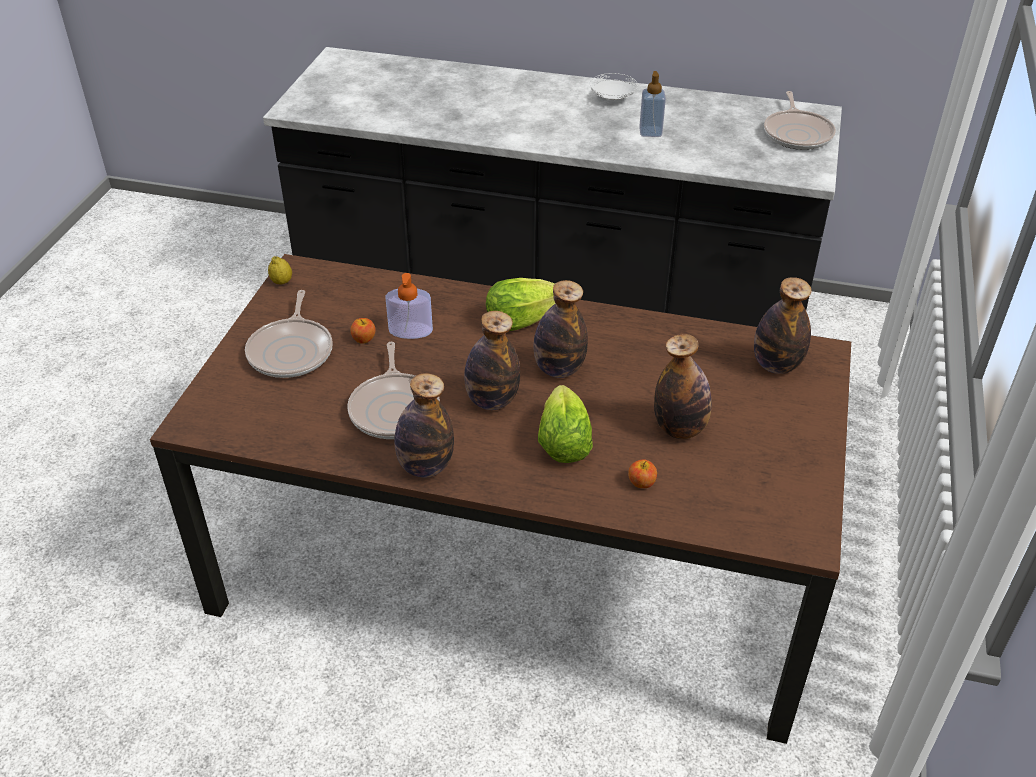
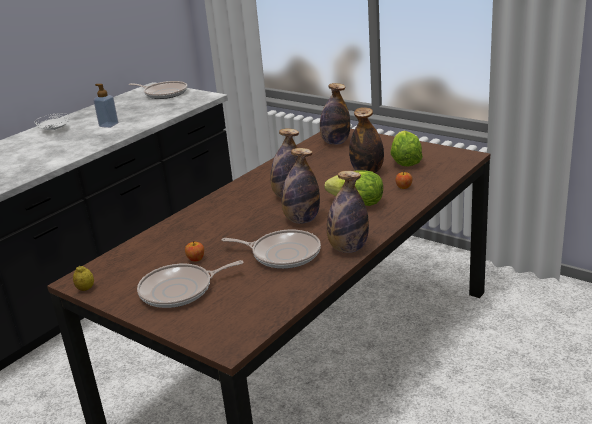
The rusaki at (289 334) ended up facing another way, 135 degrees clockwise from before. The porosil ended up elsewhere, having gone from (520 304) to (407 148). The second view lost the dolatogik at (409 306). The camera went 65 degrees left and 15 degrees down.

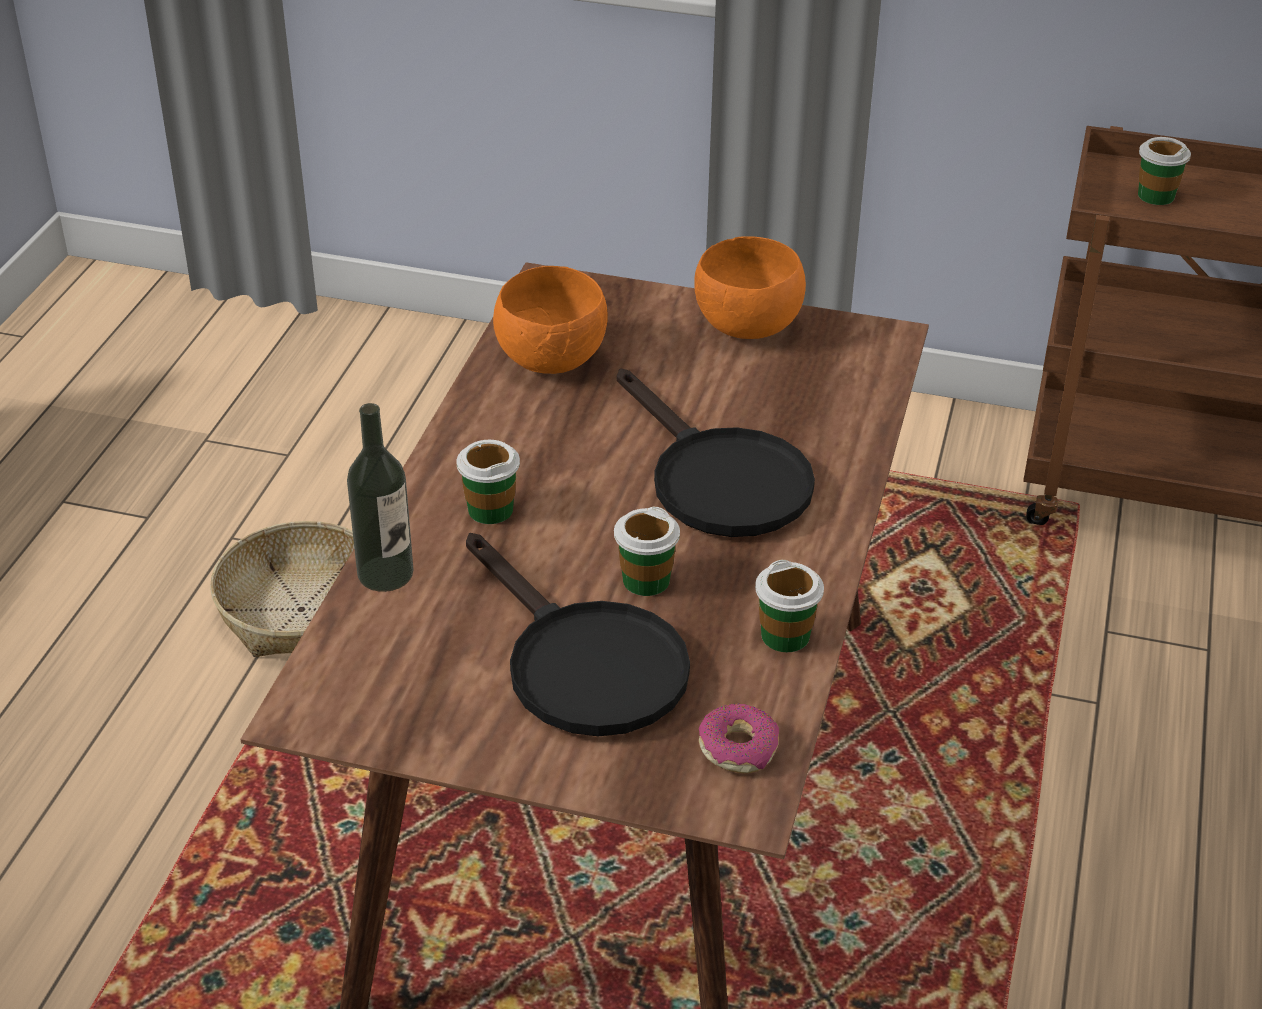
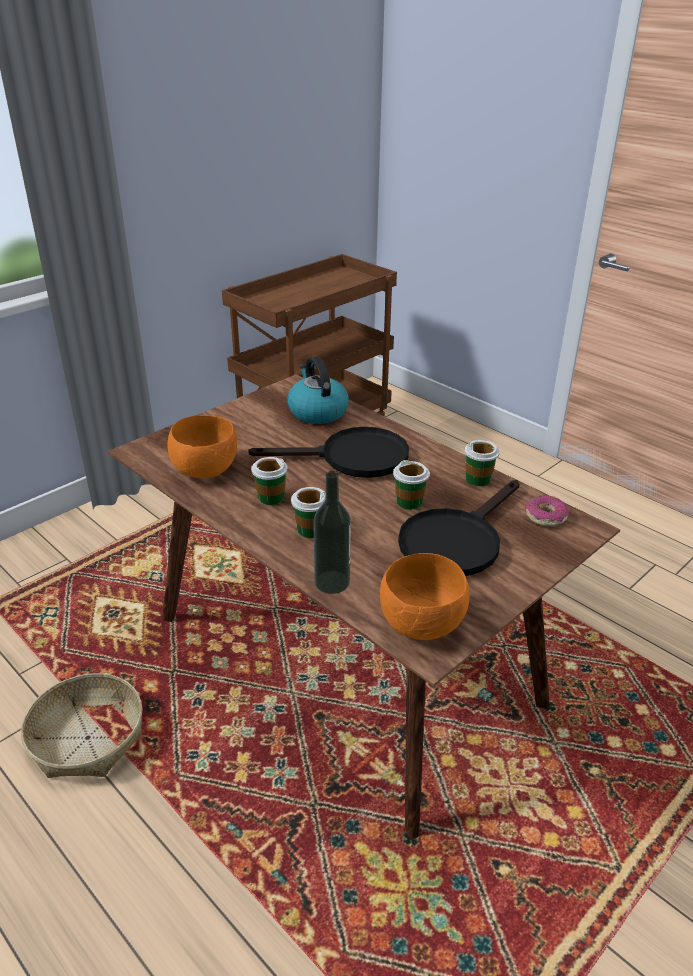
The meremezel ended up elsewhere, having gone from (1164 171) to (269 481). The second view gained the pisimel at (318 390). The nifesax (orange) ended up elsewhere, having gone from (750 287) to (425 596). The rusaki (black) at (578 635) ended up facing another way, 135 degrees clockwise from before. The camera went 60 degrees left and 5 degrees down.

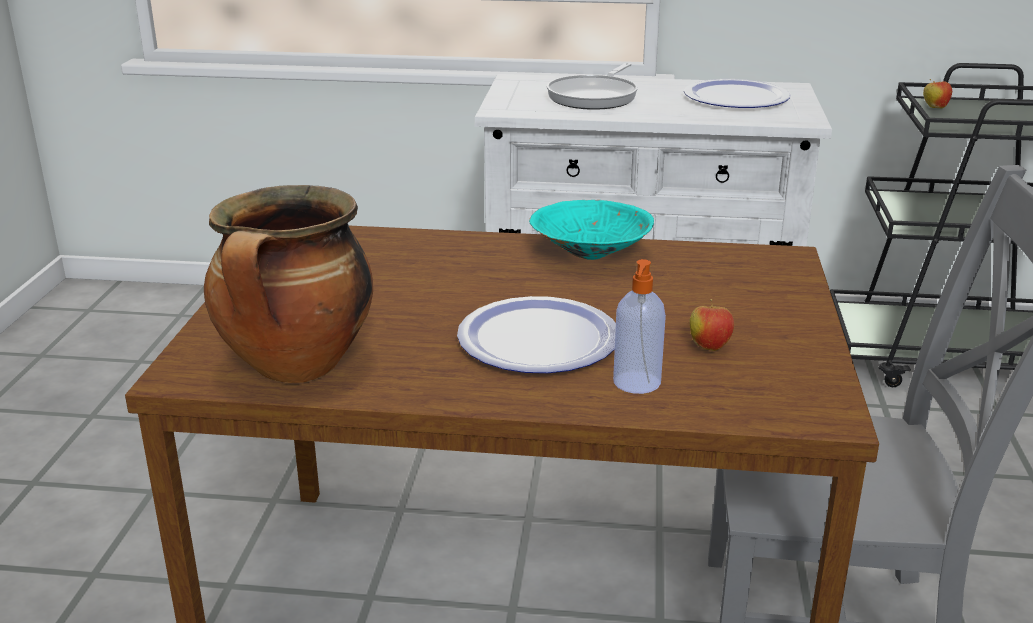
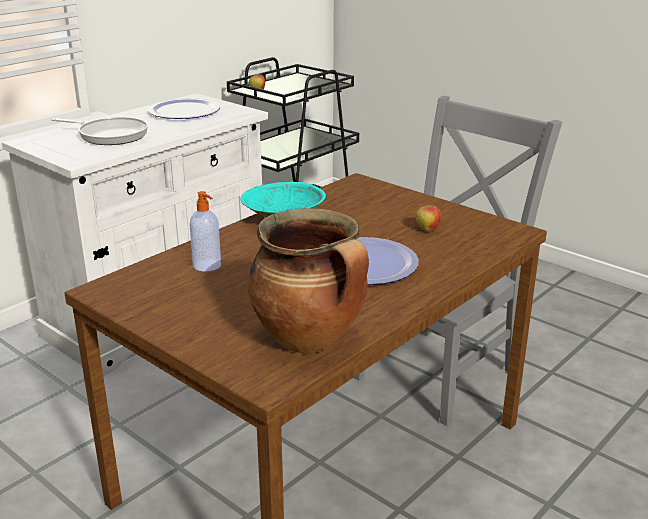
The rusaki at (592 86) ended up facing another way, 45 degrees counterclockwise from before. The dolatogik ended up elsewhere, having gone from (639 326) to (205 231). The camera went 55 degrees left and 0 degrees up.

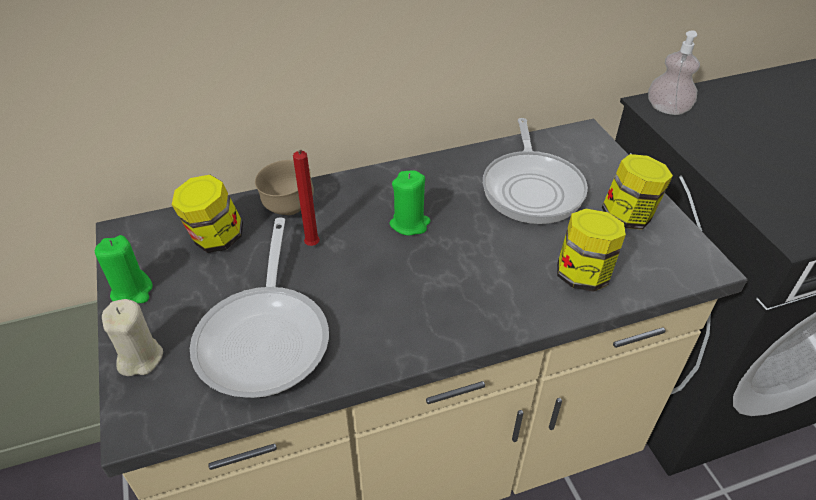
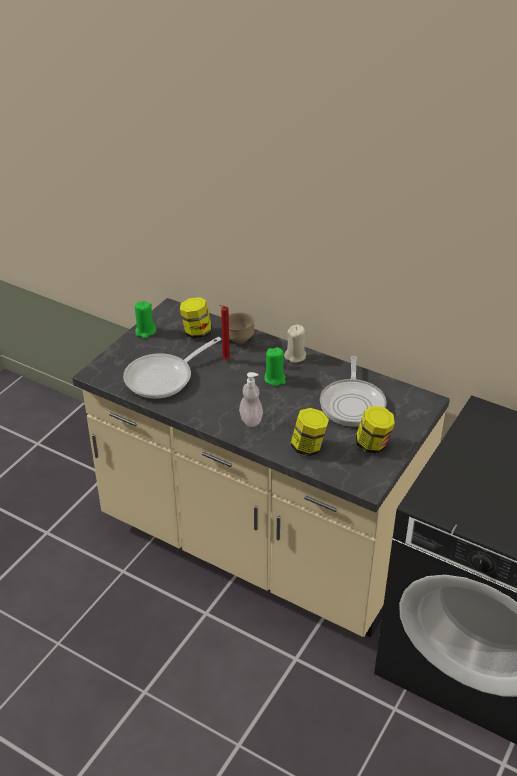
The dolatogik ended up elsewhere, having gone from (674 72) to (251 399). The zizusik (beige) ended up elsewhere, having gone from (132 337) to (295 343). The rusaki at (535 171) ended up facing another way, 45 degrees counterclockwise from before. The camera went 50 degrees right and 5 degrees down.

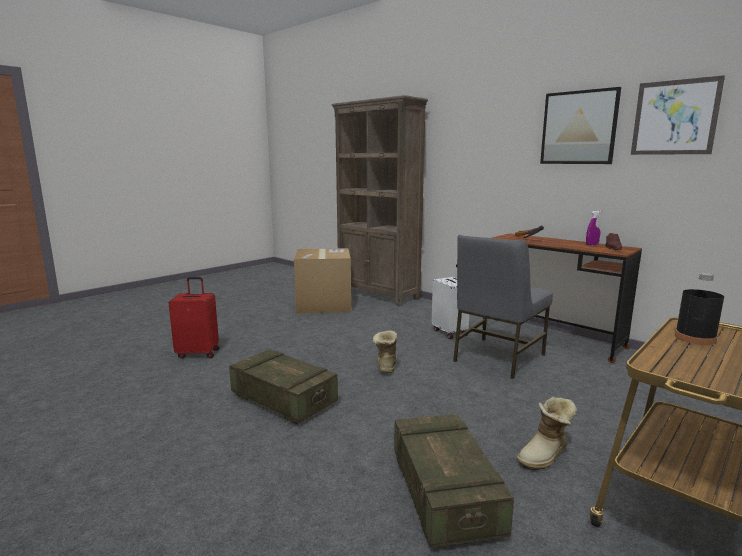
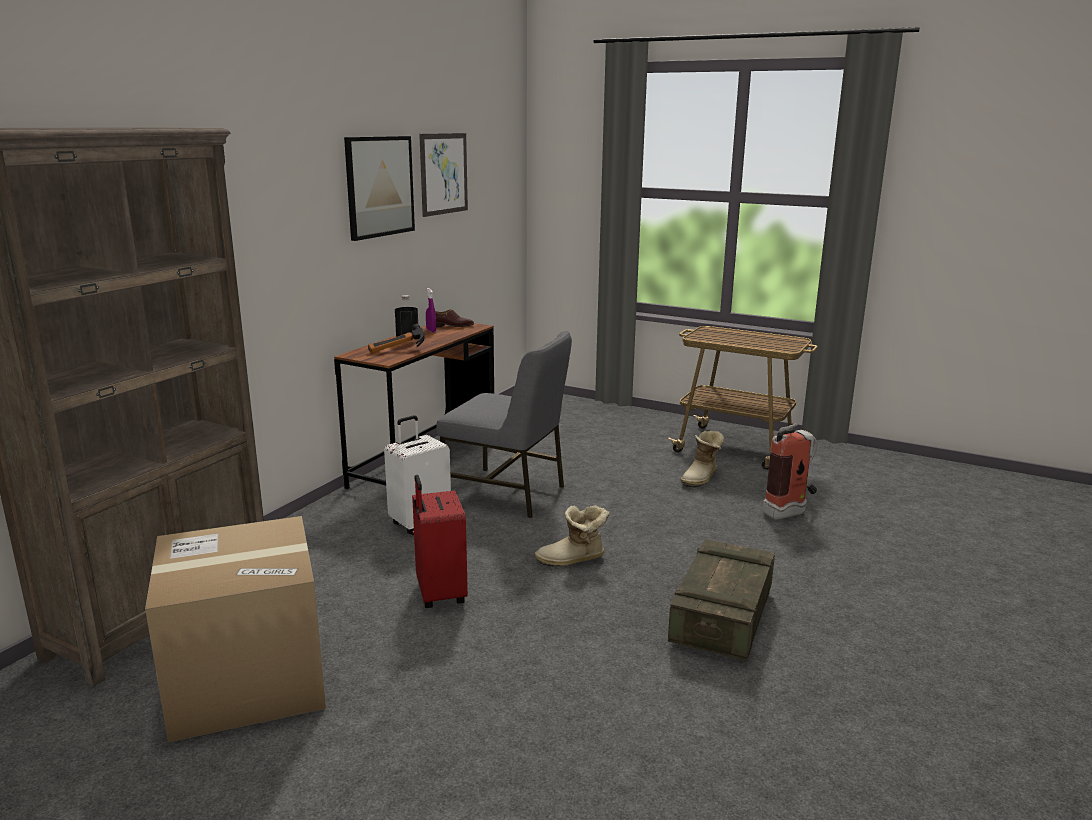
The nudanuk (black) ended up elsewhere, having gone from (699 309) to (407 319). The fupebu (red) ended up elsewhere, having gone from (194 318) to (440 541). The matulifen at (547 433) ended up facing another way, 90 degrees clockwise from before. Where the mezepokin stood at (454 481), the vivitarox came to stand at (789 471). The camera went 105 degrees left and 5 degrees up.

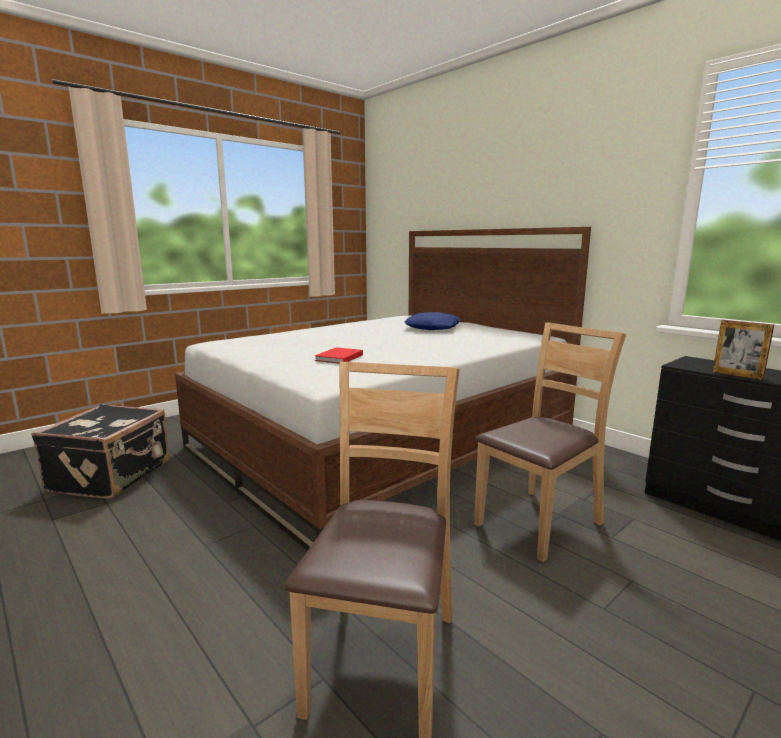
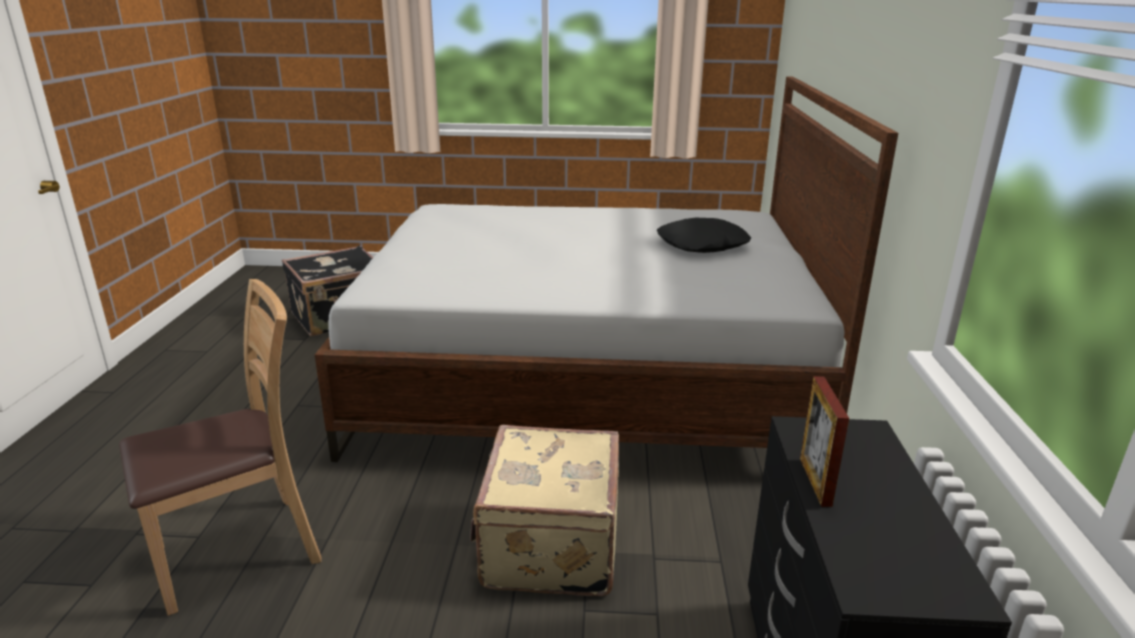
Where the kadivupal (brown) stood at (550 442), the fupebu (beige) came to stand at (544 510). What was the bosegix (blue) at (432 321) turned into the bosegix (black) at (704 235). The second view lost the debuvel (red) at (339 355). The camera went 45 degrees right and 10 degrees up.

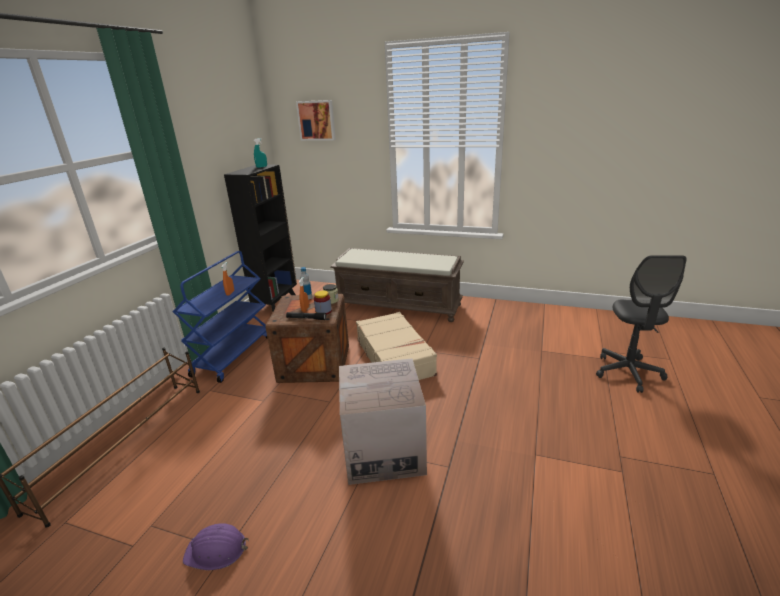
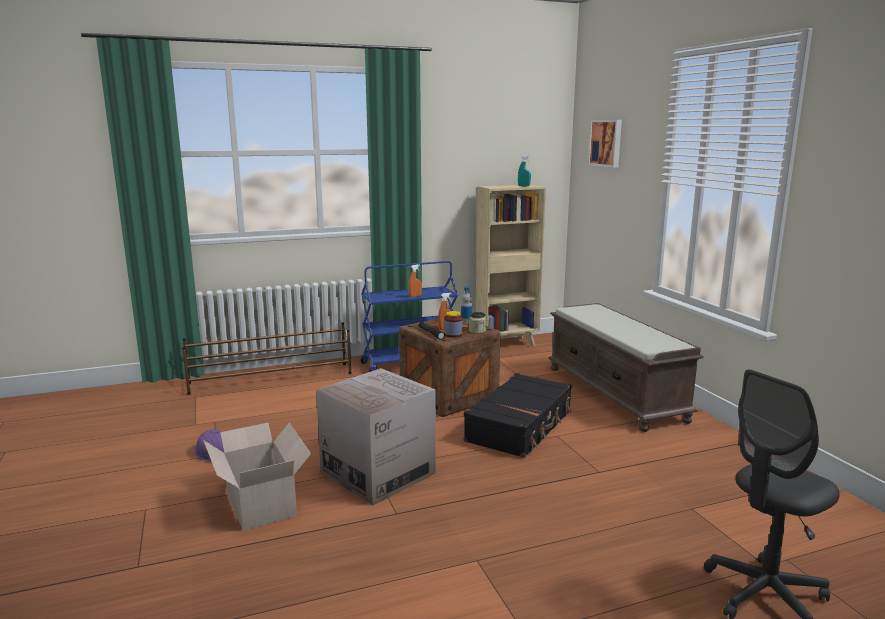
The second view gained the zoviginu at (257 477). What was the fupebu (beige) at (396 346) turned into the fupebu (black) at (517 415). What was the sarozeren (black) at (260 238) turned into the sarozeren (beige) at (511 266). The camera went 50 degrees right and 10 degrees down.

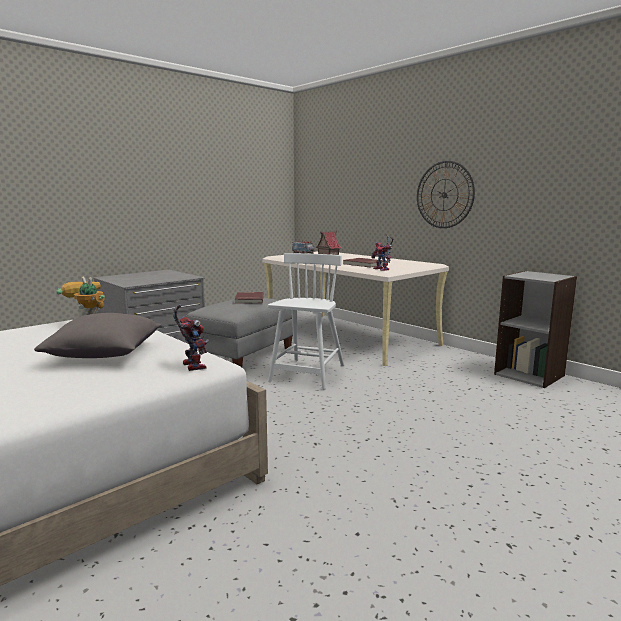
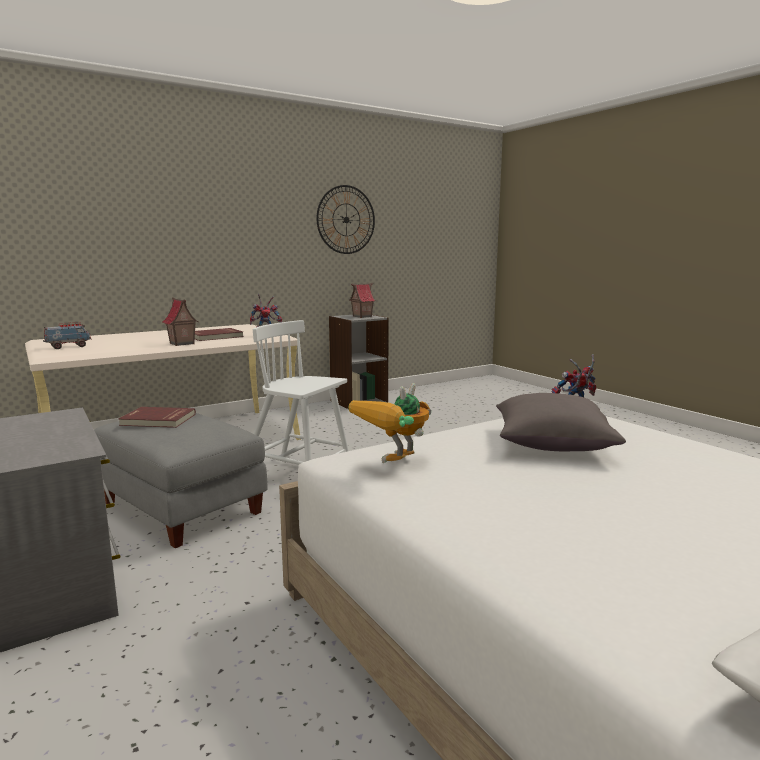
The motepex ended up elsewhere, having gone from (446 194) to (346 219). The second view gained the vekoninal at (362 300). The camera went 80 degrees left and 0 degrees up.

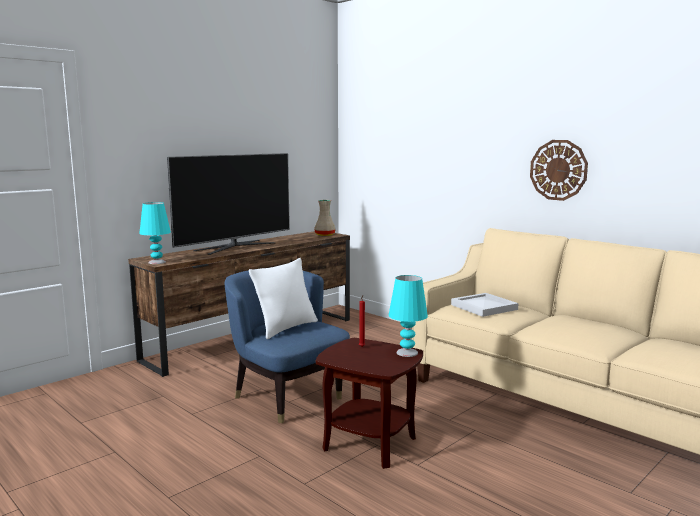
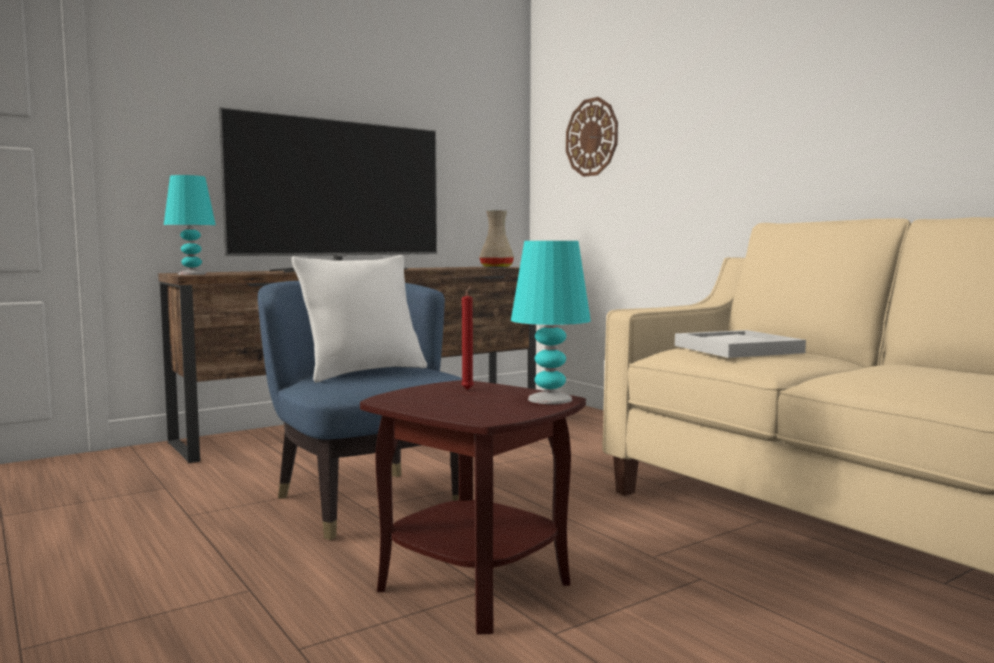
The motepex ended up elsewhere, having gone from (559 170) to (592 137). The camera went 10 degrees right and 5 degrees down.

